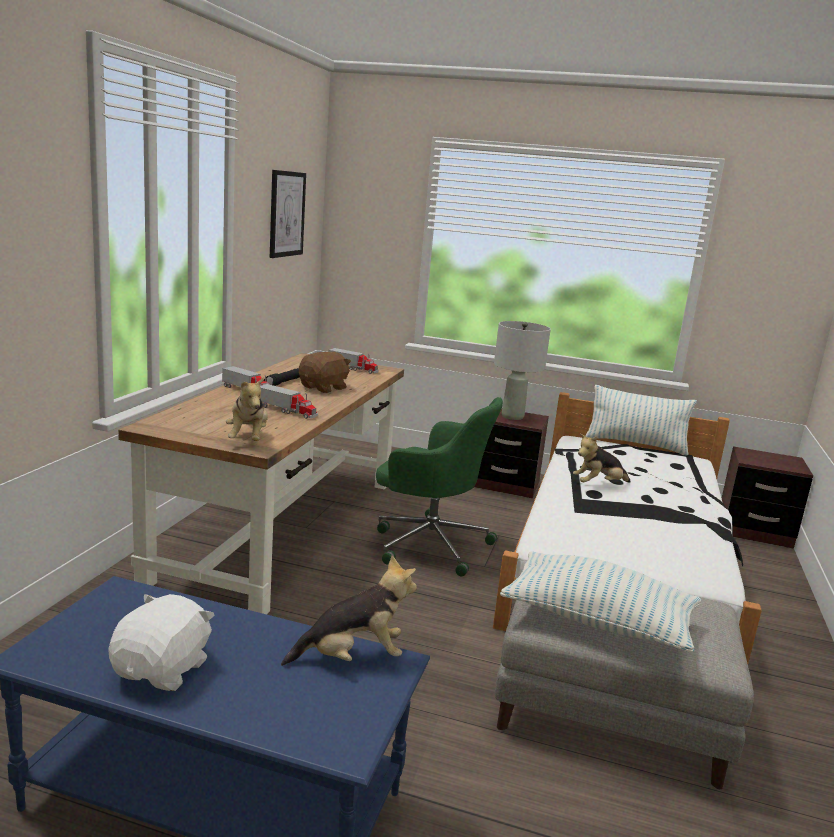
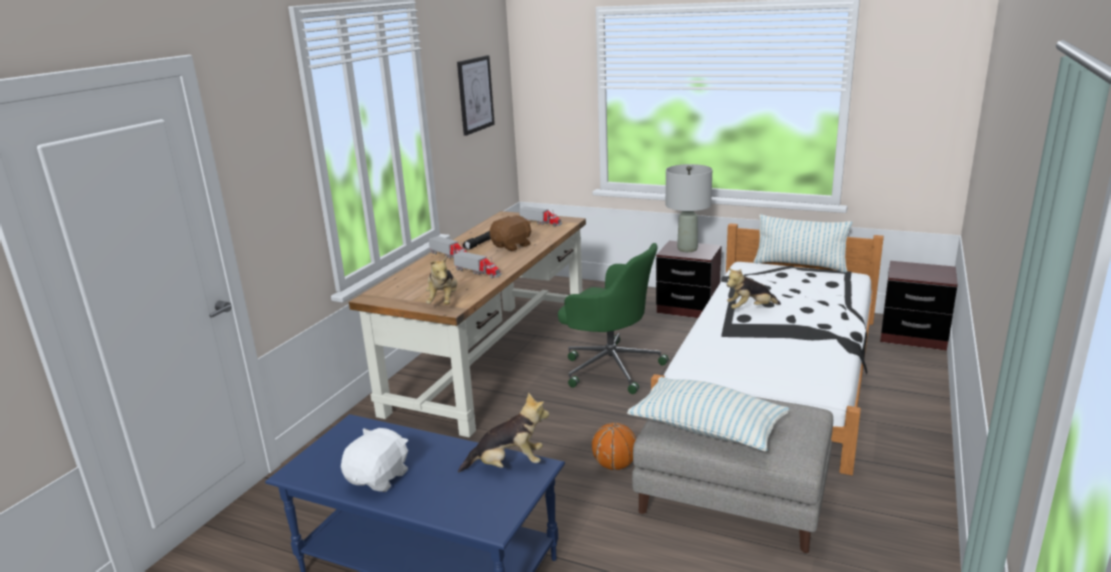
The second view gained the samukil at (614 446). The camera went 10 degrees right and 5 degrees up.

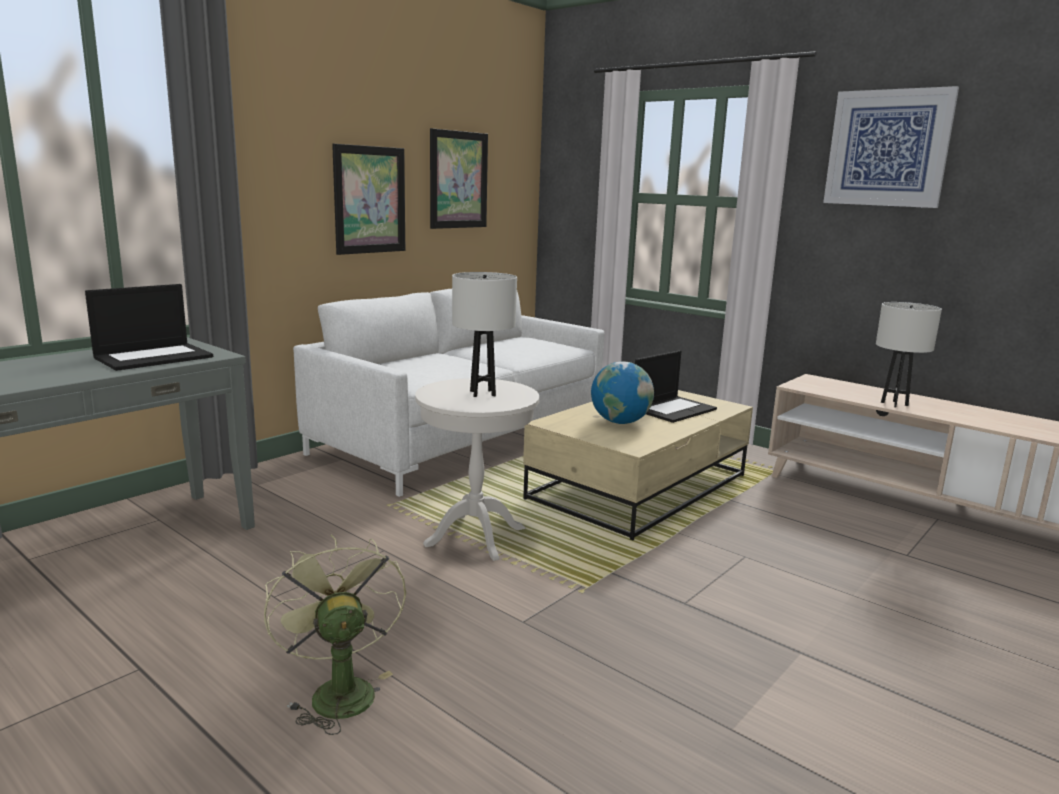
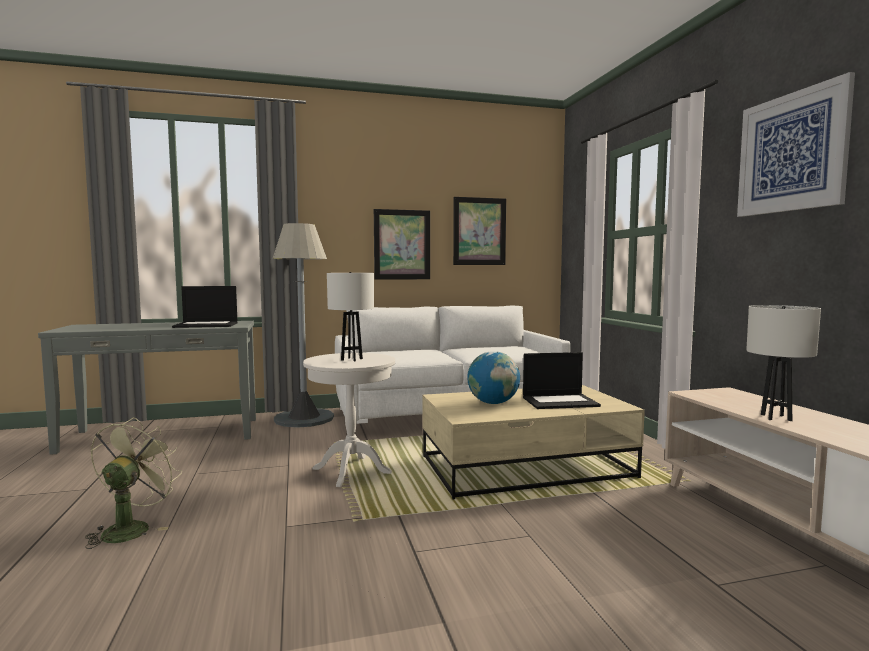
The second view gained the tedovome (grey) at (303 325). The camera went 35 degrees right and 10 degrees down.

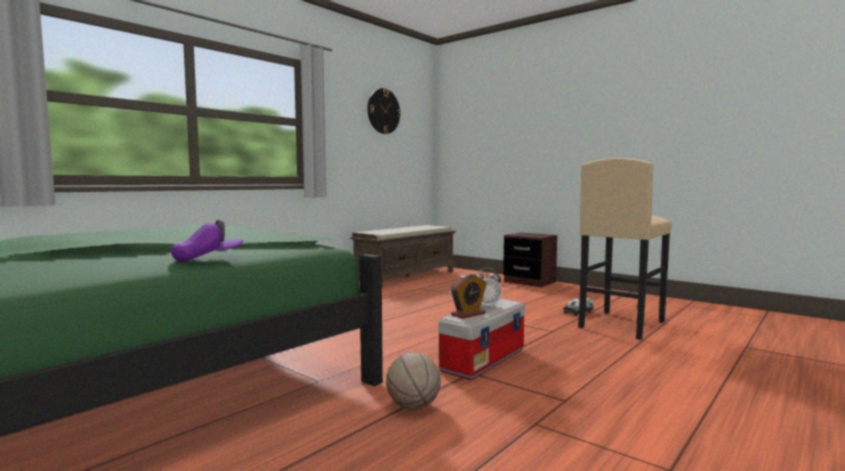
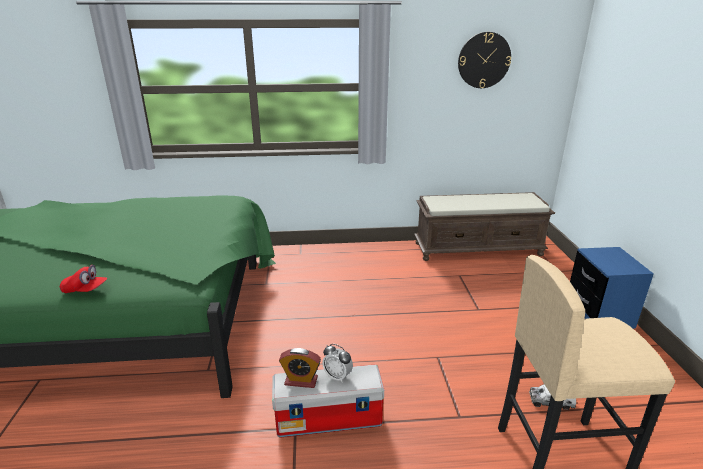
What was the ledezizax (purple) at (207 240) turned into the ledezizax (red) at (83 279). What was the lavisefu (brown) at (530 260) turned into the lavisefu (blue) at (612 288). The second view lost the samukil at (413 381). The camera went 45 degrees right and 20 degrees up.

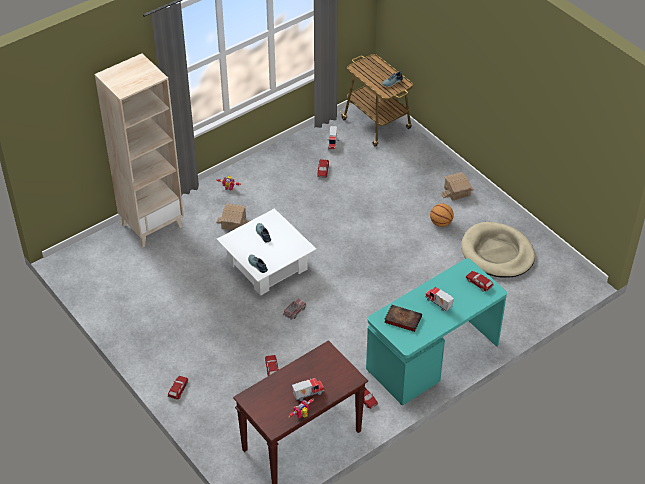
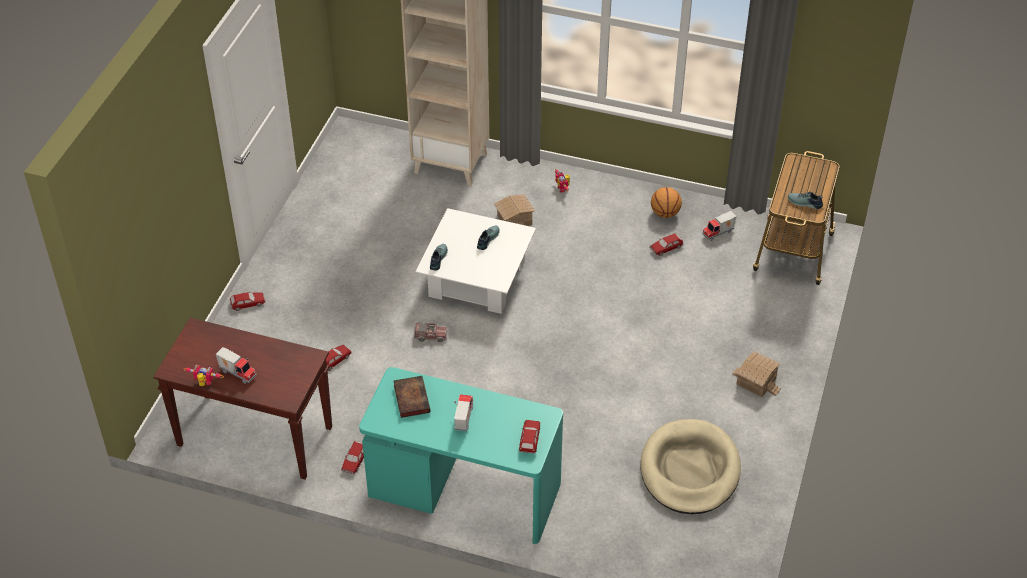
The samukil ended up elsewhere, having gone from (442 215) to (666 202). The camera went 55 degrees right and 0 degrees up.

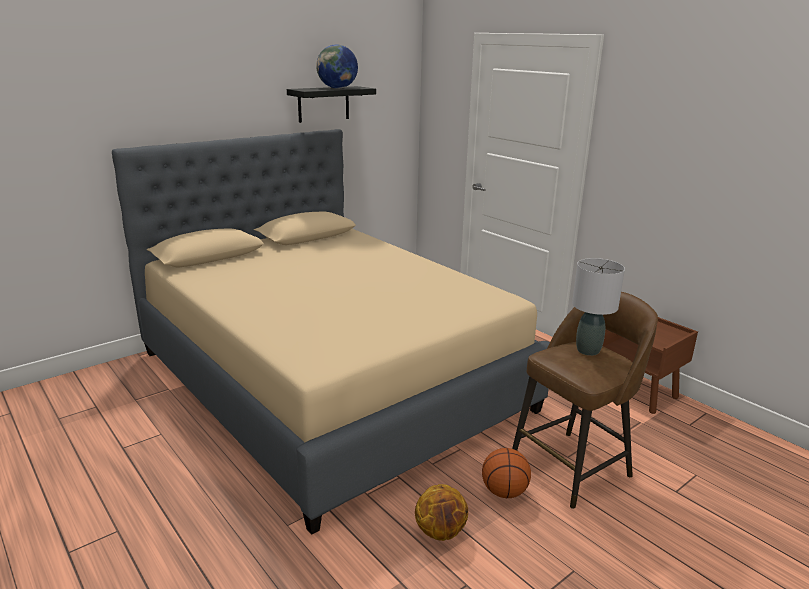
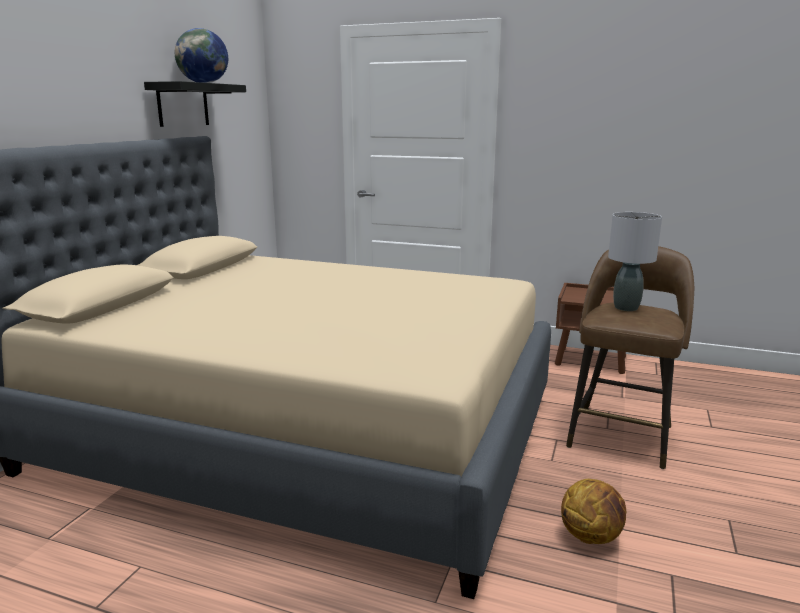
The second view lost the samukil at (506 473). The camera went 30 degrees left and 5 degrees down.

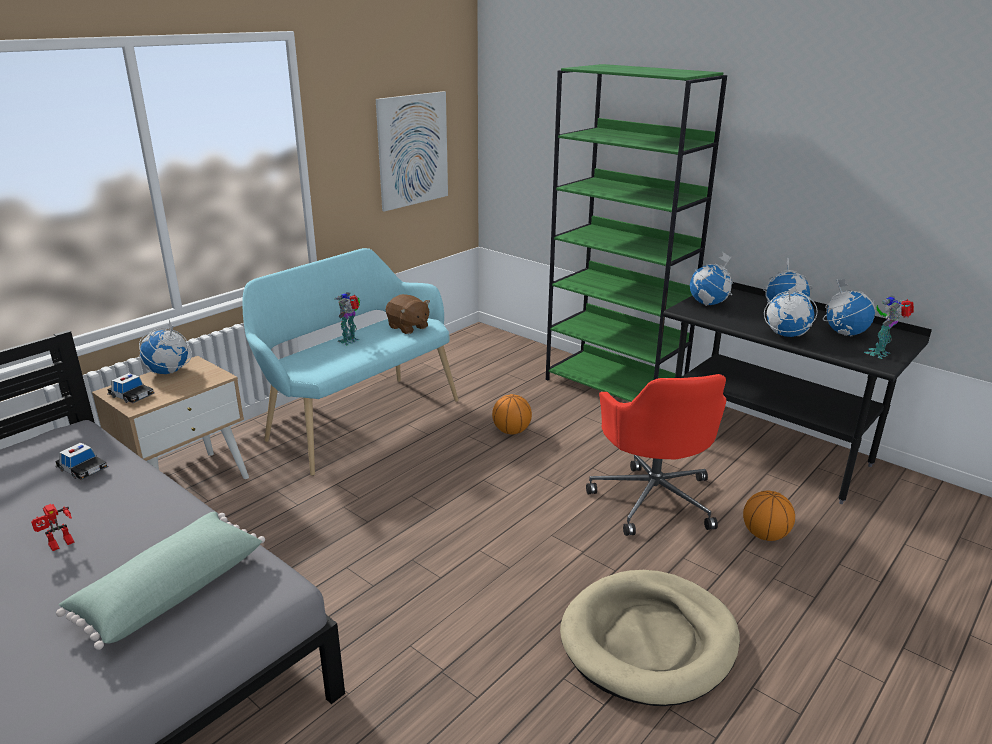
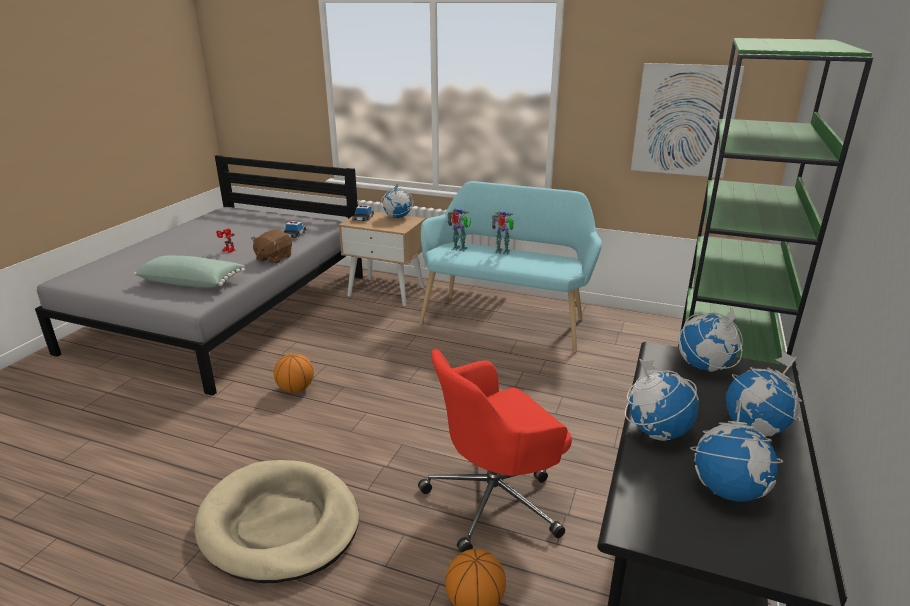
The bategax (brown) ended up elsewhere, having gone from (408 314) to (271 247). The samukil ended up elsewhere, having gone from (512 414) to (294 373). The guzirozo ended up elsewhere, having gone from (889 327) to (459 230). The camera went 70 degrees right and 0 degrees up.

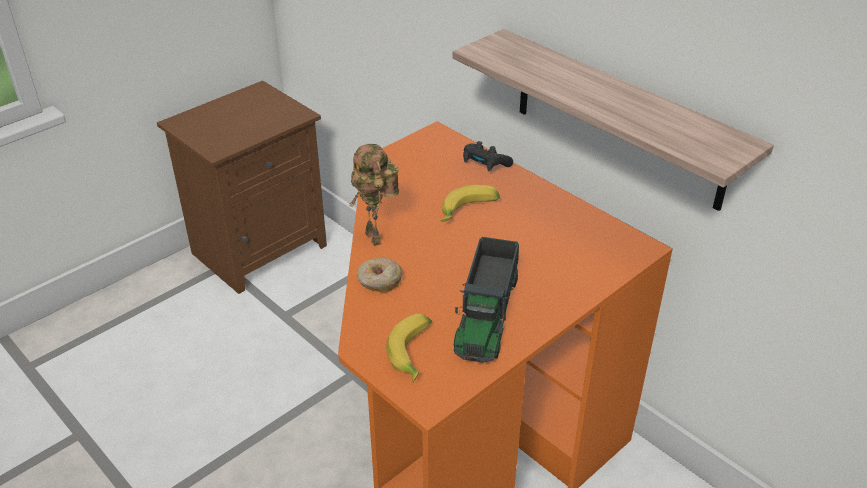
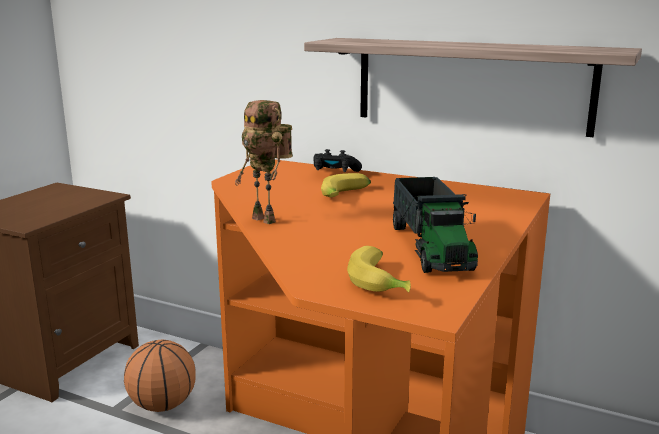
The second view gained the samukil at (160 376). The second view lost the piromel at (379 275). The camera went 20 degrees left and 20 degrees down.

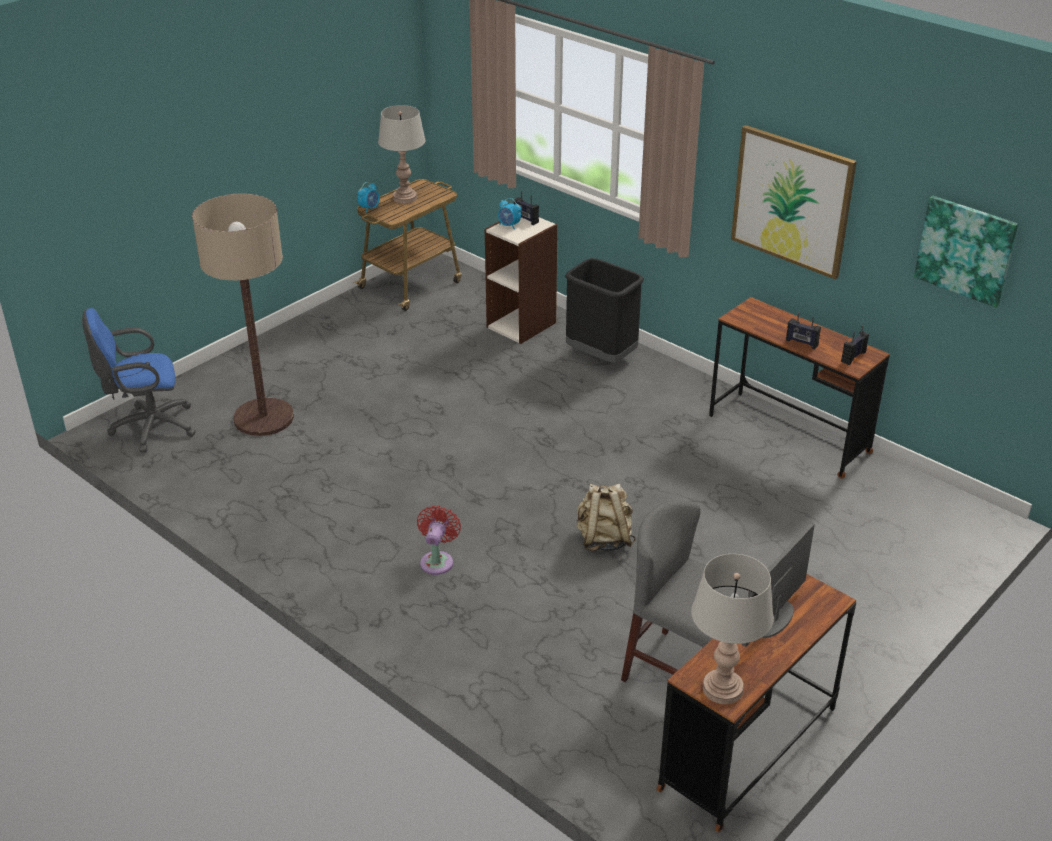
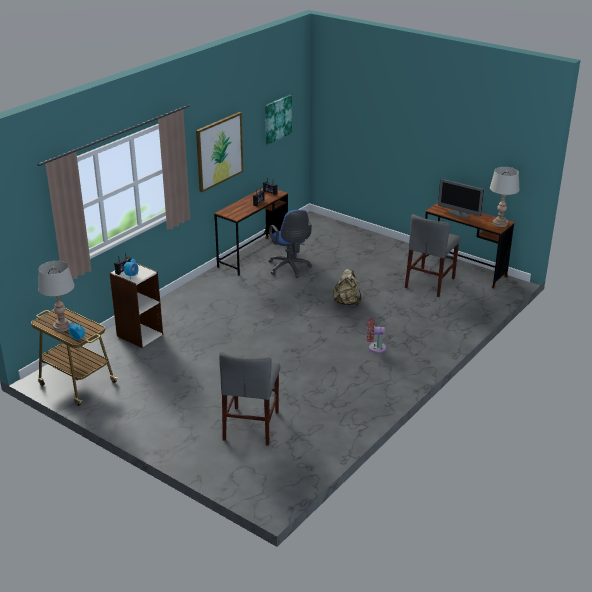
Where the tedovome stood at (243 315), the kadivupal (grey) came to stand at (249 399). The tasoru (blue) ended up elsewhere, having gone from (139 380) to (290 244). The second view lost the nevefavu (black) at (604 310). The camera went 95 degrees left and 5 degrees down.

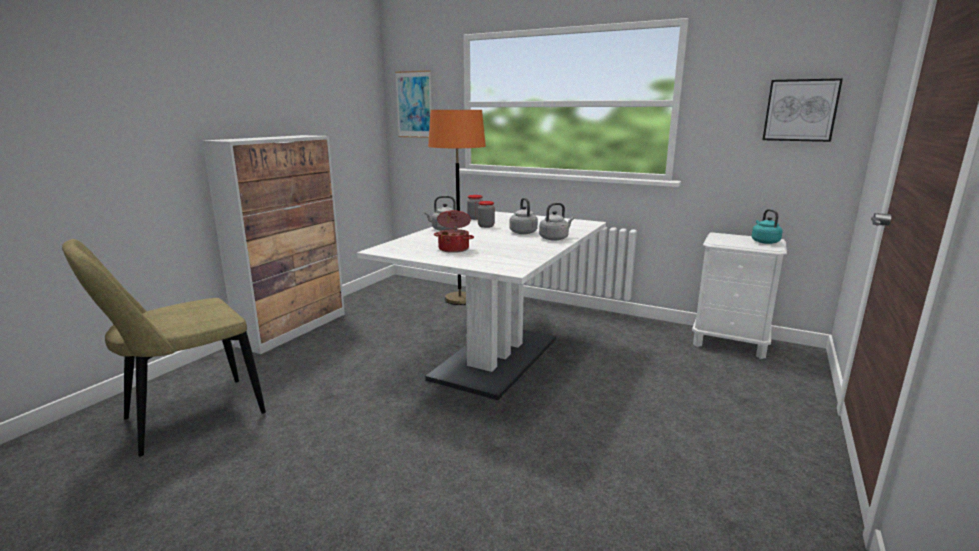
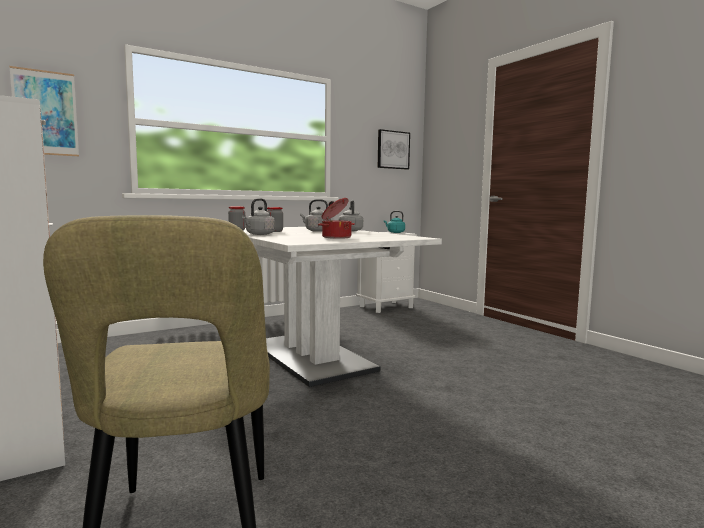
The second view lost the tedovome (orange) at (457 207). The camera went 60 degrees left and 10 degrees down.

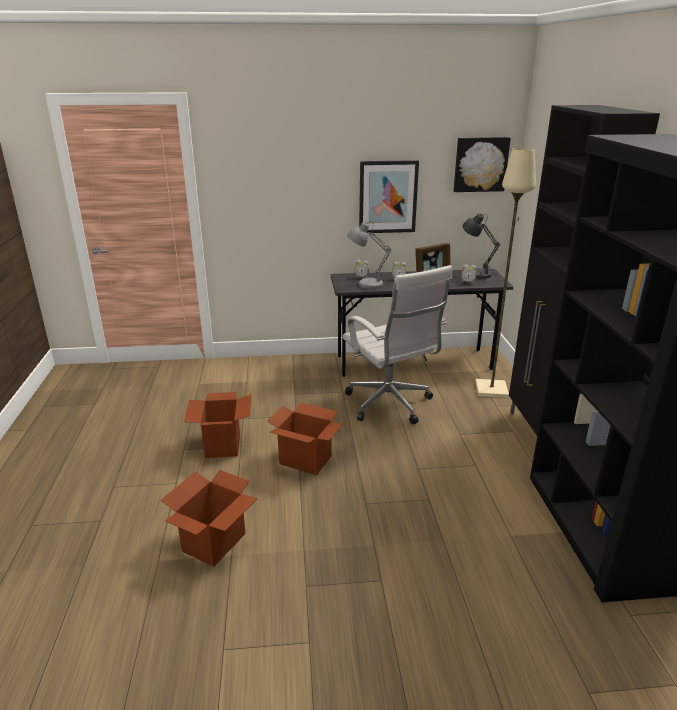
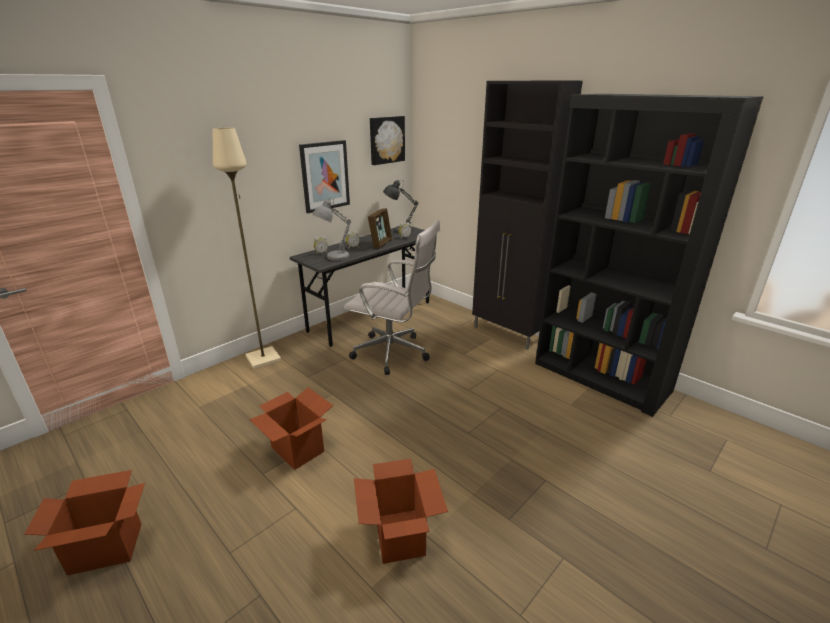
The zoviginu ended up elsewhere, having gone from (305 439) to (84 522). The tedovome (beige) ended up elsewhere, having gone from (505 273) to (247 248). The camera went 40 degrees left and 0 degrees up.

